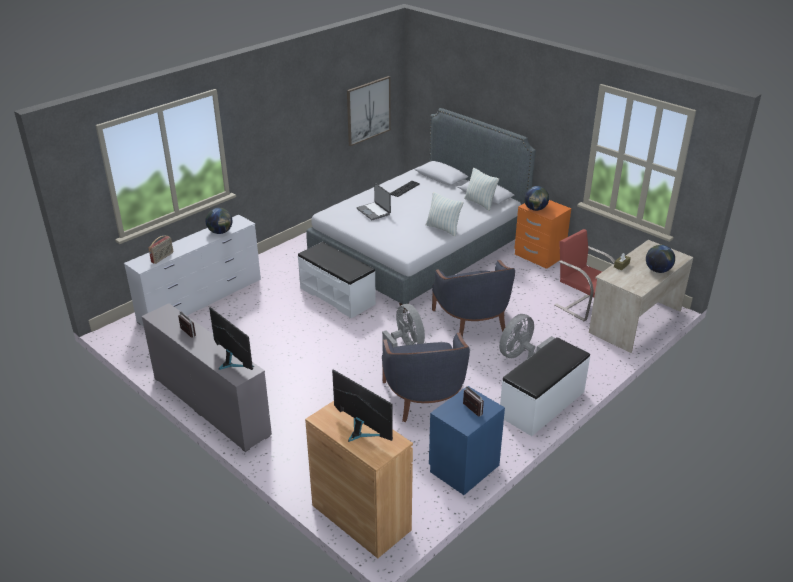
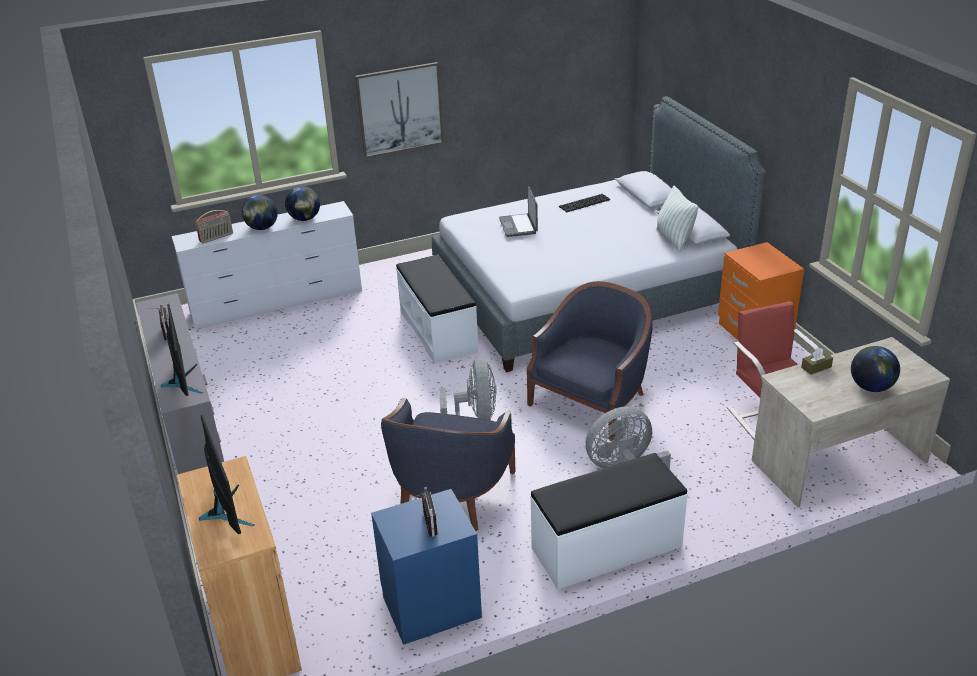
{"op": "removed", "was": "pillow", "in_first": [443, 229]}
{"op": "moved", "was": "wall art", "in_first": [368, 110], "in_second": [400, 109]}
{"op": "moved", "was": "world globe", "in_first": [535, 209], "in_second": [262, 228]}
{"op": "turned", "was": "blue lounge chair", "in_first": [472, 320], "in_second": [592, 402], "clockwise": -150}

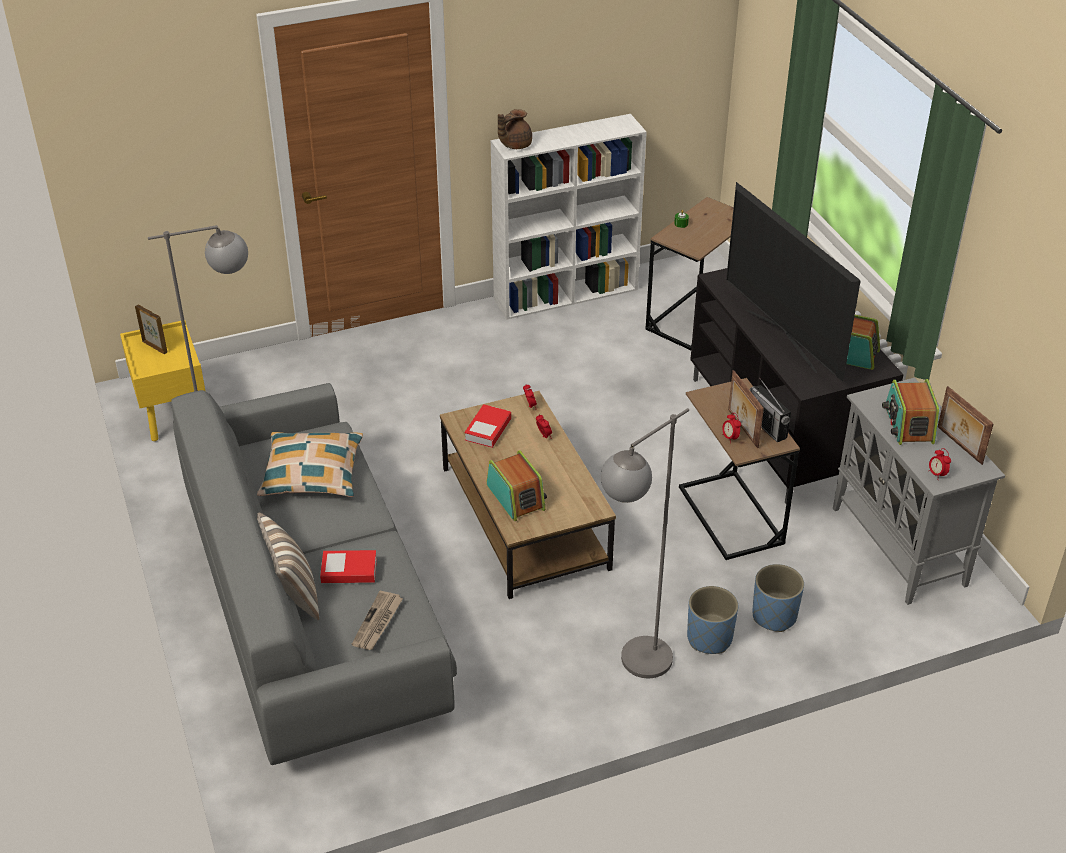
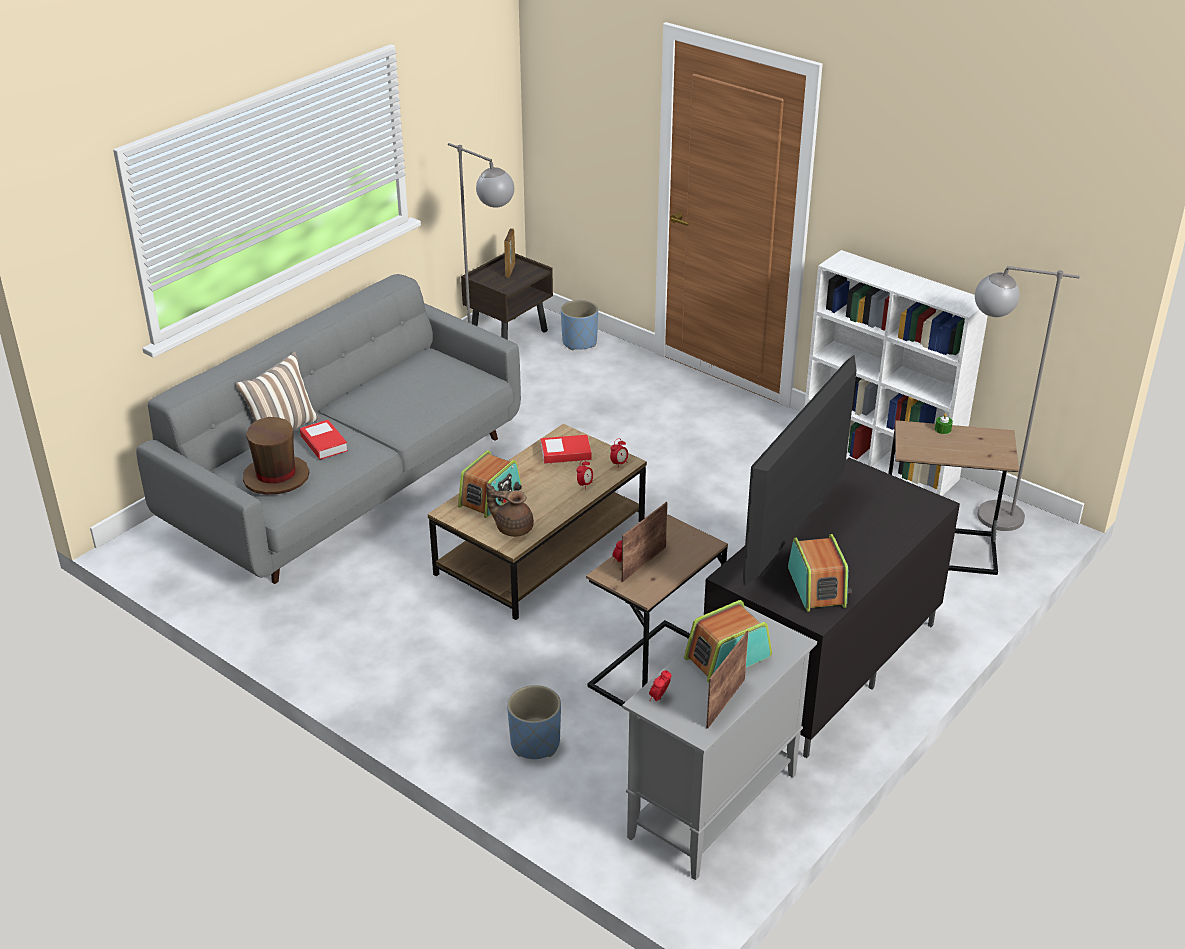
{"op": "removed", "was": "pillow", "in_first": [312, 473]}
{"op": "removed", "was": "radio", "in_first": [767, 426]}
{"op": "moved", "was": "brown-coloured tea pot", "in_first": [514, 145], "in_second": [513, 528]}
{"op": "moved", "was": "grey standing lamp", "in_first": [634, 668], "in_second": [983, 514]}
{"op": "moved", "was": "blue planter", "in_first": [709, 638], "in_second": [579, 342]}
{"op": "replaced", "was": "newspaper", "now": "brown-coloured wearable hat", "in_first": [377, 623], "in_second": [276, 477]}
{"op": "recoloured", "was": "yellow-coloured bedside table", "now": "brown-coloured bedside table", "in_first": [171, 413], "in_second": [509, 336]}

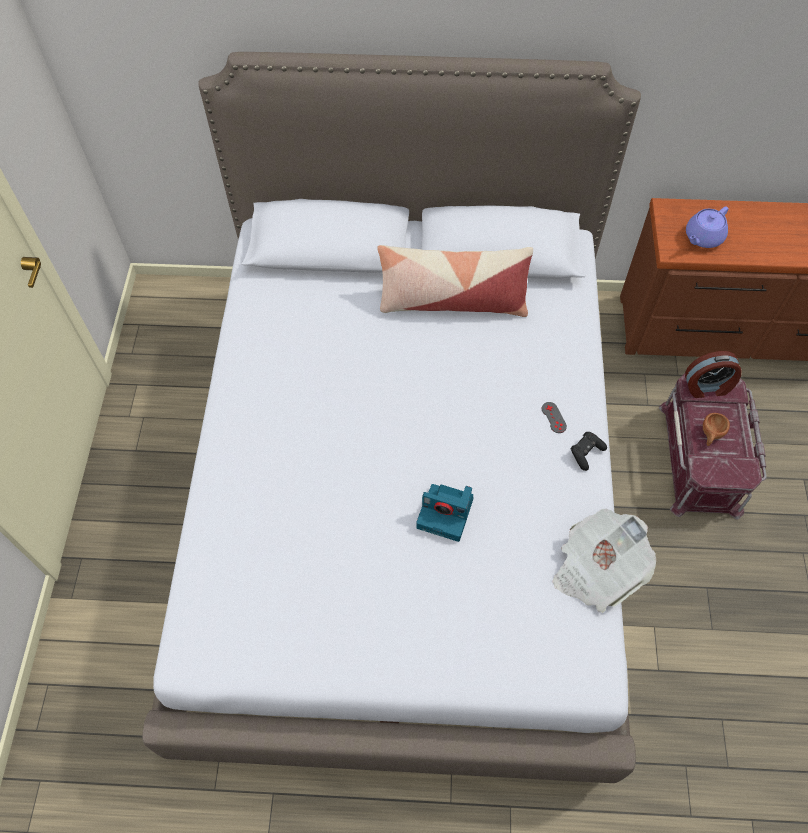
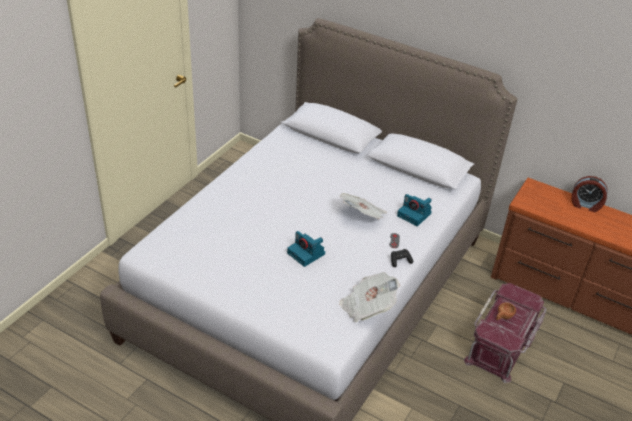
{"op": "removed", "was": "pillow", "in_first": [452, 301]}
{"op": "removed", "was": "purple-coloured tea pot", "in_first": [703, 237]}
{"op": "added", "now": "newspaper", "in_second": [363, 216]}
{"op": "added", "now": "still camera", "in_second": [415, 215]}
{"op": "moved", "was": "bedside clock", "in_first": [707, 387], "in_second": [585, 205]}

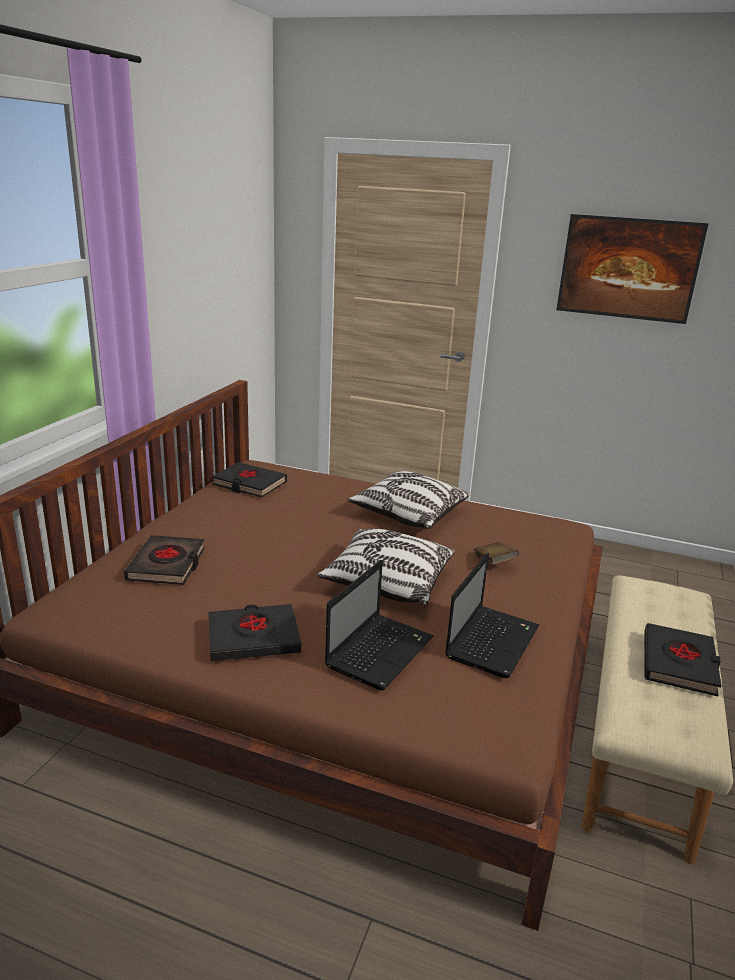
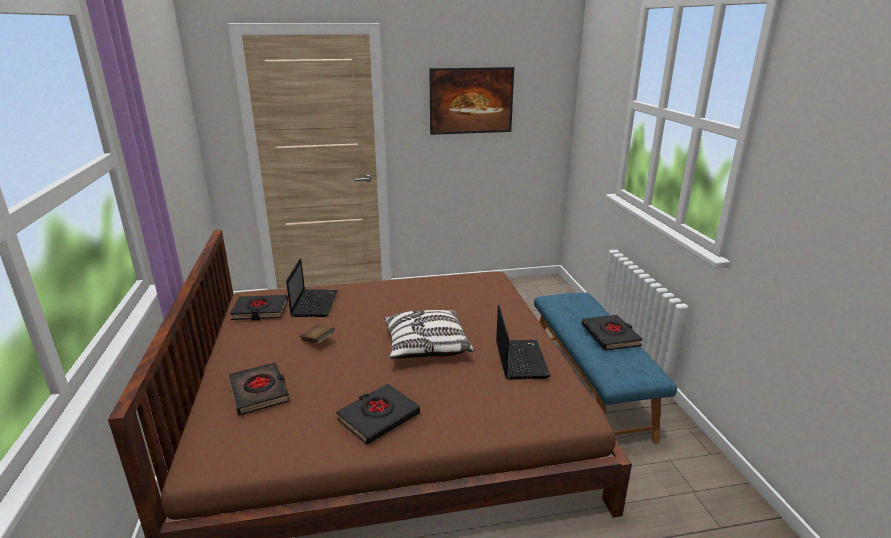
{"op": "removed", "was": "pillow", "in_first": [408, 514]}
{"op": "moved", "was": "notebook computer", "in_first": [380, 651], "in_second": [314, 303]}
{"op": "moved", "was": "brown-coloured book", "in_first": [494, 563], "in_second": [318, 341]}
{"op": "recoloured", "was": "sand-coloured indoor bench", "now": "blue indoor bench", "in_first": [639, 738], "in_second": [588, 388]}

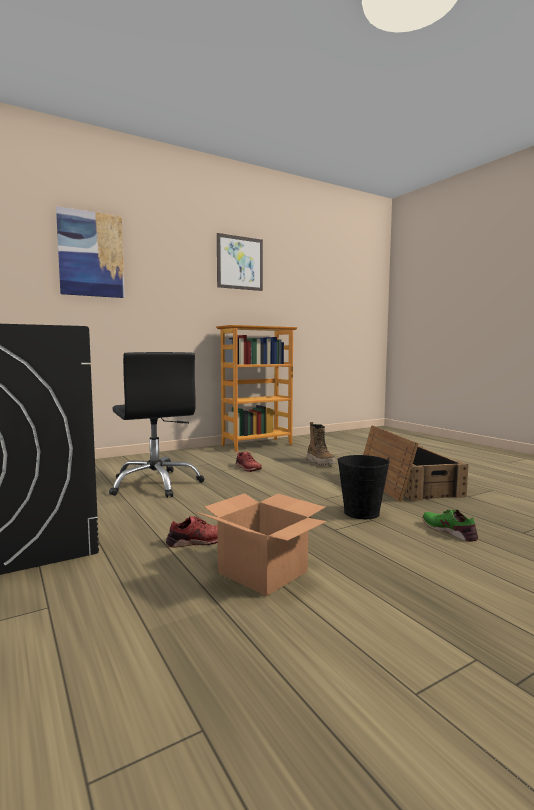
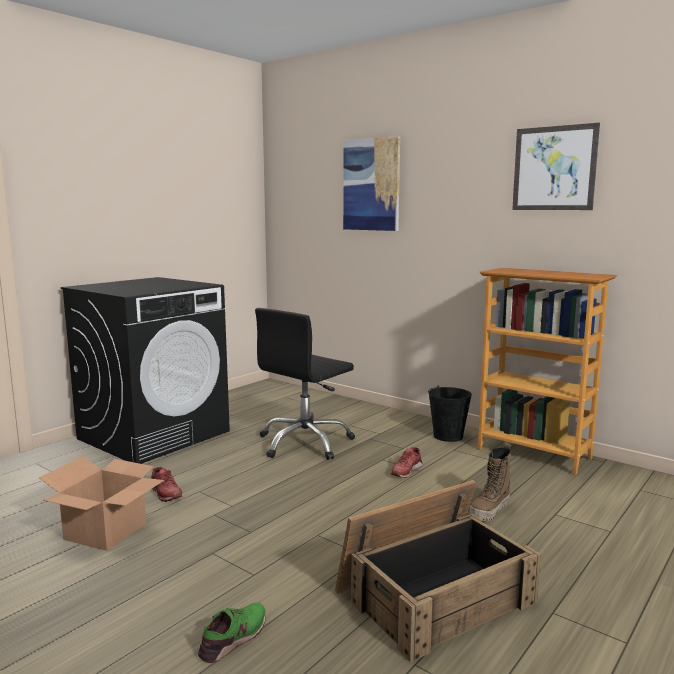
{"op": "moved", "was": "blackish water bucket", "in_first": [361, 512], "in_second": [448, 436]}

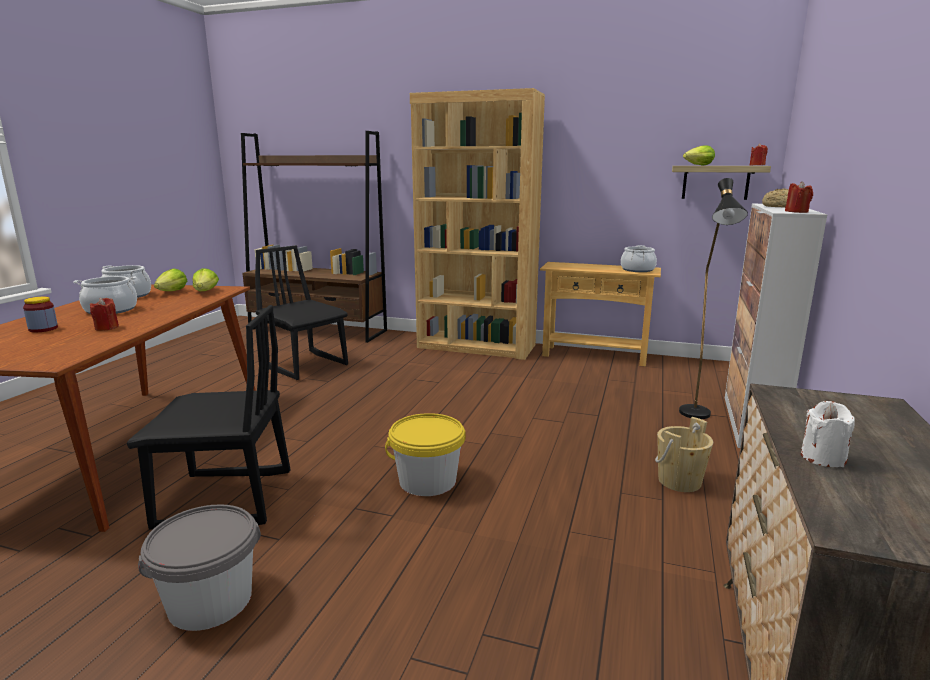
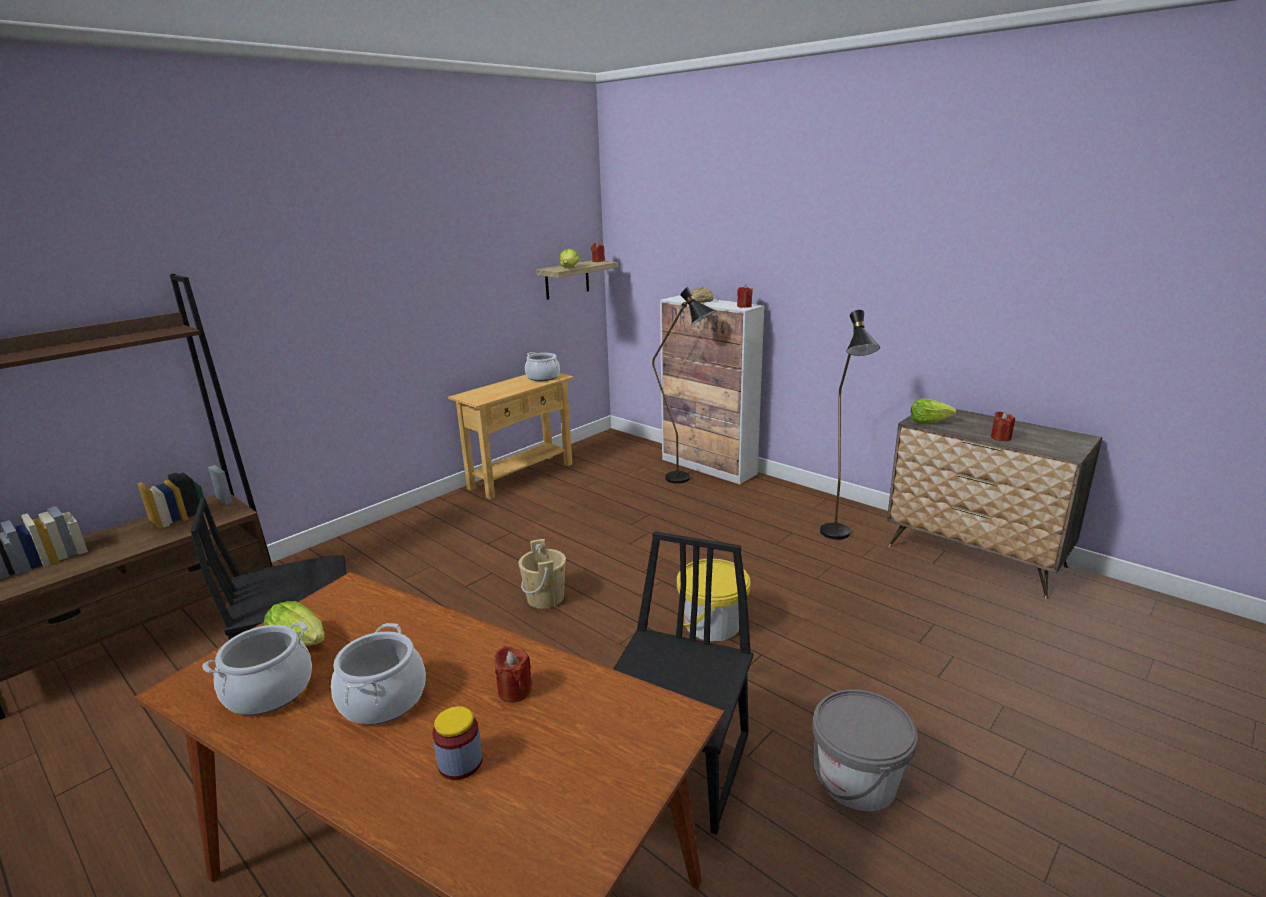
{"op": "removed", "was": "brown-coloured shelving unit", "in_first": [476, 346]}
{"op": "added", "now": "blackish standing lamp", "in_second": [838, 538]}
{"op": "moved", "was": "head of lettuce", "in_first": [206, 292], "in_second": [929, 422]}
{"op": "moved", "was": "sand-coloured water bucket", "in_first": [679, 481], "in_second": [545, 598]}
{"op": "recoloured", "was": "whitish wax light", "now": "reddish wax light", "in_first": [823, 458], "in_second": [1001, 438]}

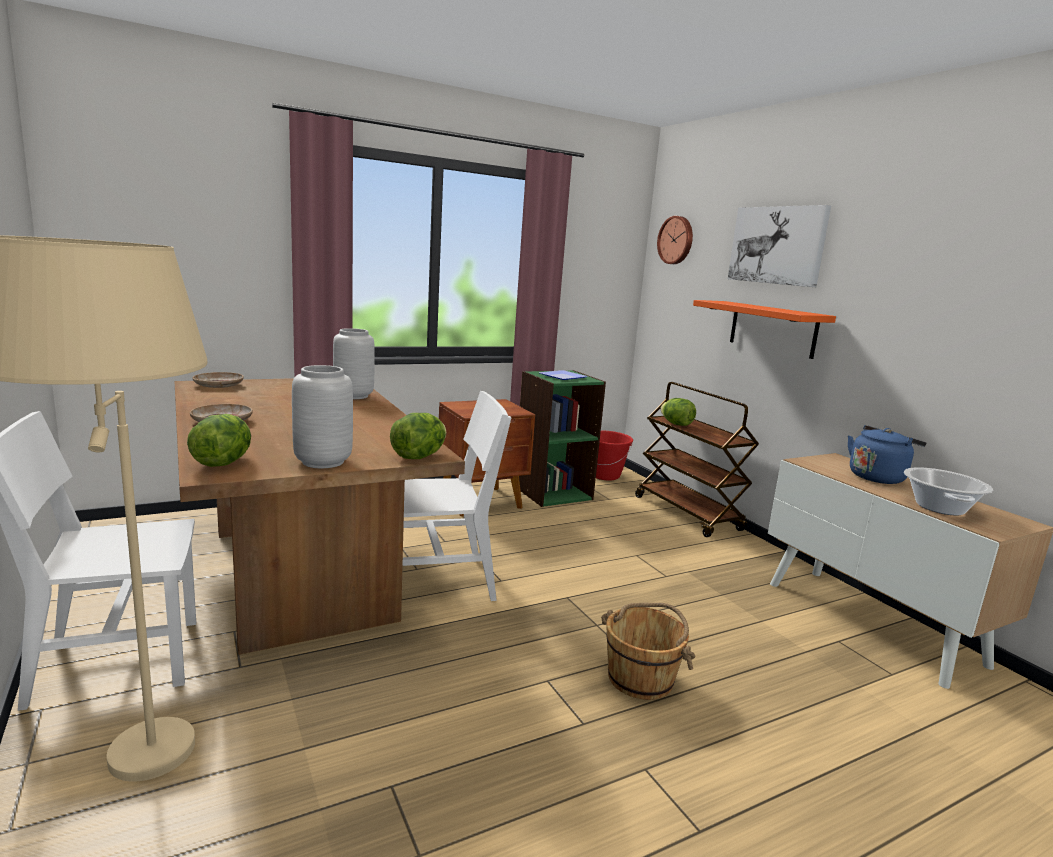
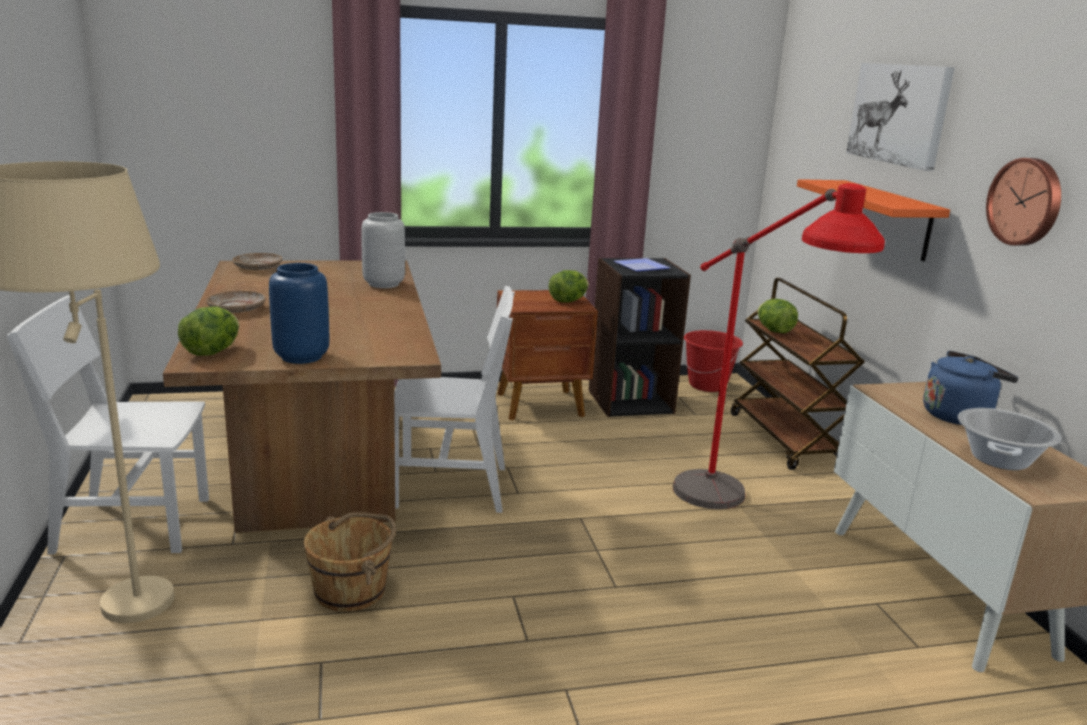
{"op": "added", "now": "reddish standing lamp", "in_second": [737, 516]}
{"op": "moved", "was": "head of lettuce", "in_first": [418, 456], "in_second": [568, 301]}
{"op": "moved", "was": "brown-coloured water bucket", "in_first": [641, 678], "in_second": [351, 590]}
{"op": "moved", "was": "clock on the wall", "in_first": [676, 240], "in_second": [1026, 202]}
{"op": "recoloured", "was": "grey vase", "now": "blue vase", "in_first": [324, 461], "in_second": [302, 356]}
{"op": "recoloured", "was": "green-coloured shelving unit", "now": "blackish shelving unit", "in_first": [552, 492], "in_second": [630, 401]}

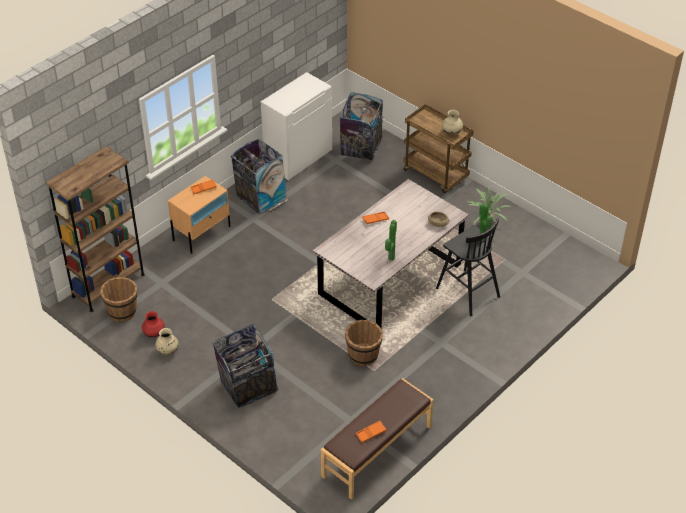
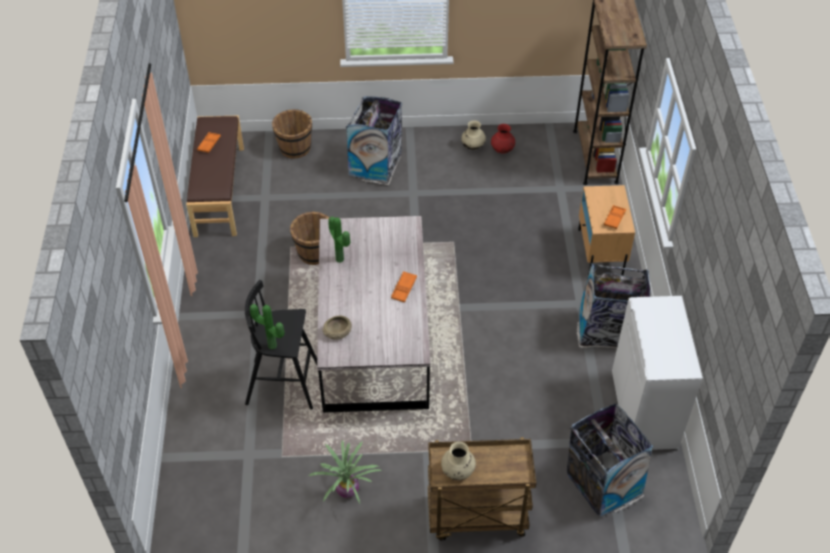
{"op": "moved", "was": "brown-coloured water bucket", "in_first": [122, 311], "in_second": [294, 148]}

